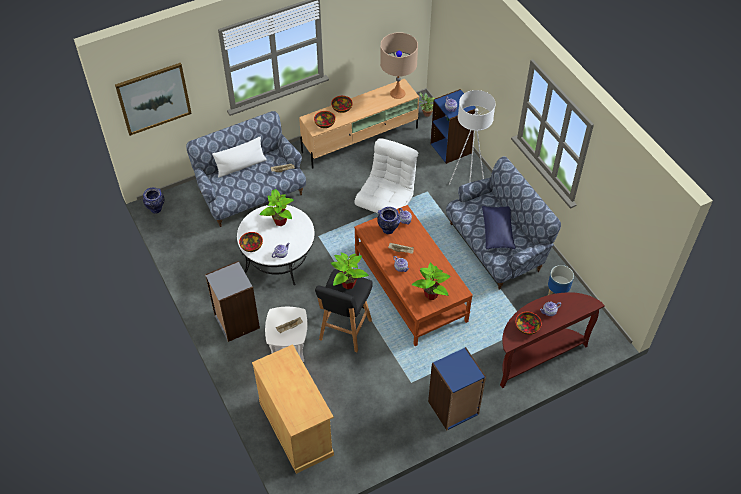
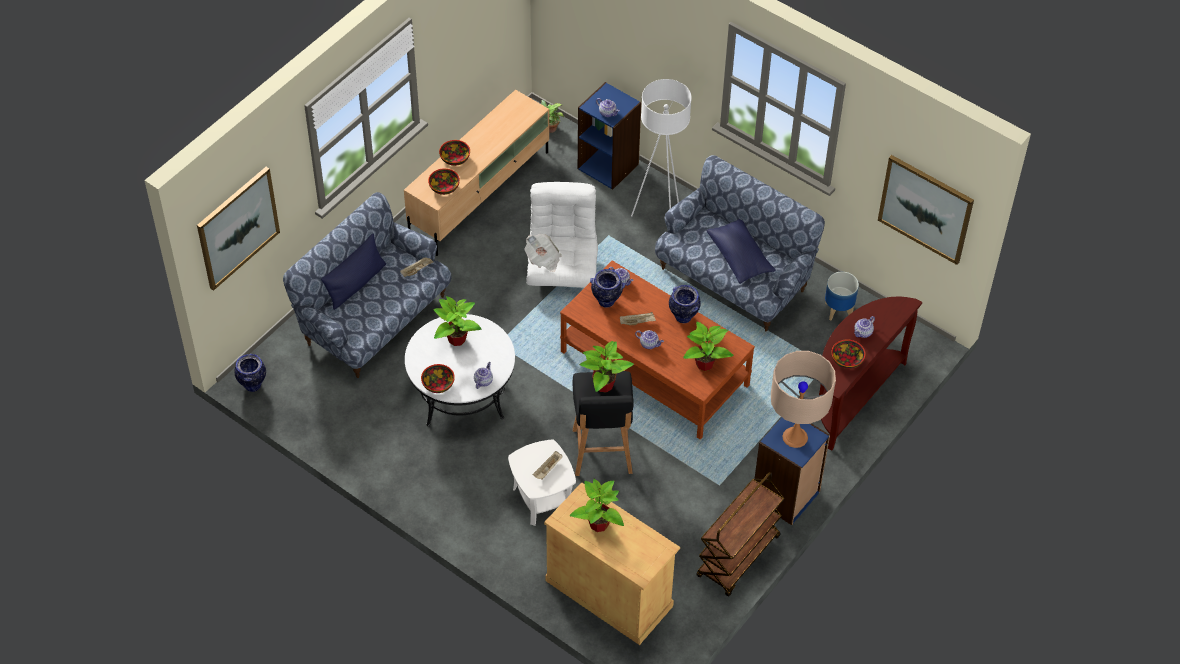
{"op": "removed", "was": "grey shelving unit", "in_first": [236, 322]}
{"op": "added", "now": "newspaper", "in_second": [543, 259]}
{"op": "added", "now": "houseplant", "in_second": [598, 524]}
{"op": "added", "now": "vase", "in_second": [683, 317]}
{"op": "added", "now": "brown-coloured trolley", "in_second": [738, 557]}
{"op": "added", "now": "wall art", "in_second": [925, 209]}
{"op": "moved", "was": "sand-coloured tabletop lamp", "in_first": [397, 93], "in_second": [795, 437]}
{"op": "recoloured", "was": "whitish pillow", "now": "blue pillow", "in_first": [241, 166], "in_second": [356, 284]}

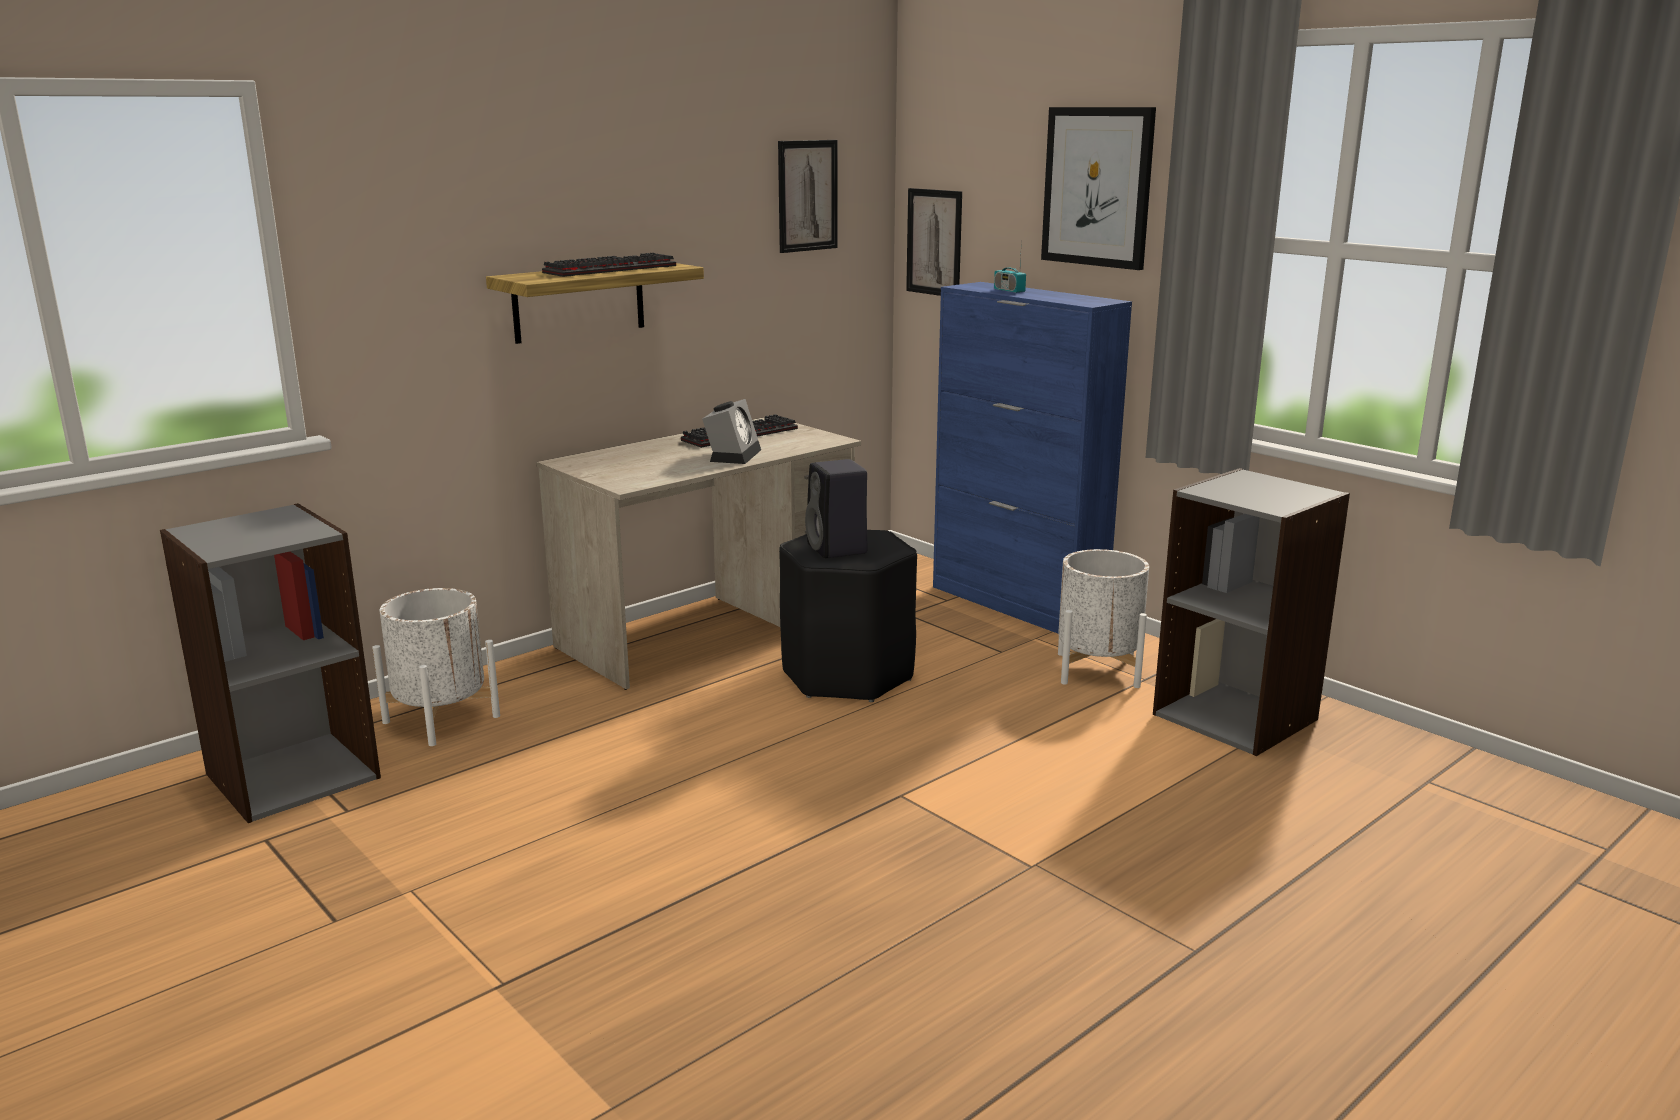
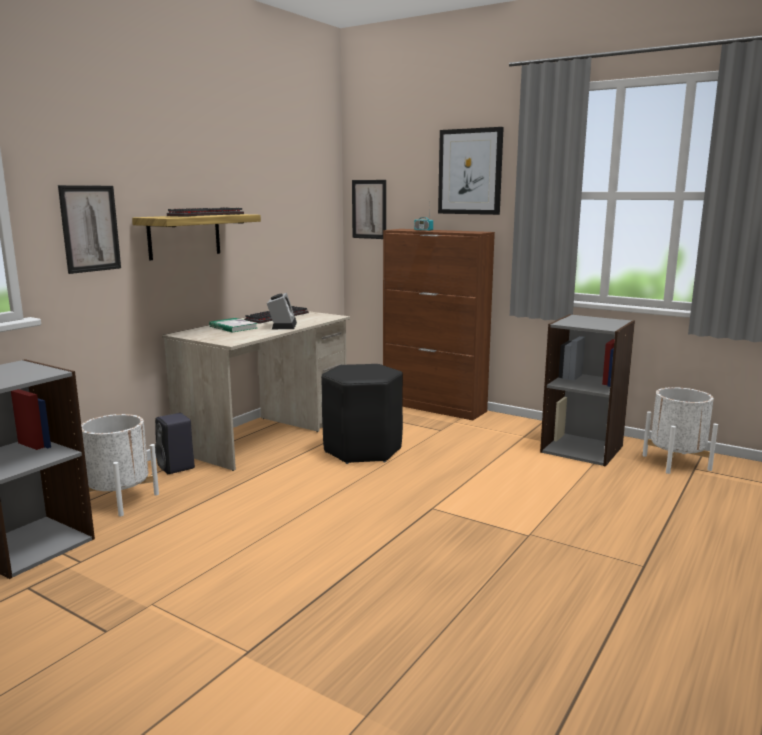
{"op": "added", "now": "book", "in_second": [233, 327]}
{"op": "moved", "was": "wall art", "in_first": [807, 196], "in_second": [90, 228]}
{"op": "moved", "was": "blackish speaker", "in_first": [838, 549], "in_second": [177, 467]}
{"op": "moved", "was": "whitish planter", "in_first": [1097, 670], "in_second": [676, 462]}
{"op": "recoloured", "was": "blue cabinet", "now": "brown-coloured cabinet", "in_first": [1017, 605], "in_second": [434, 407]}

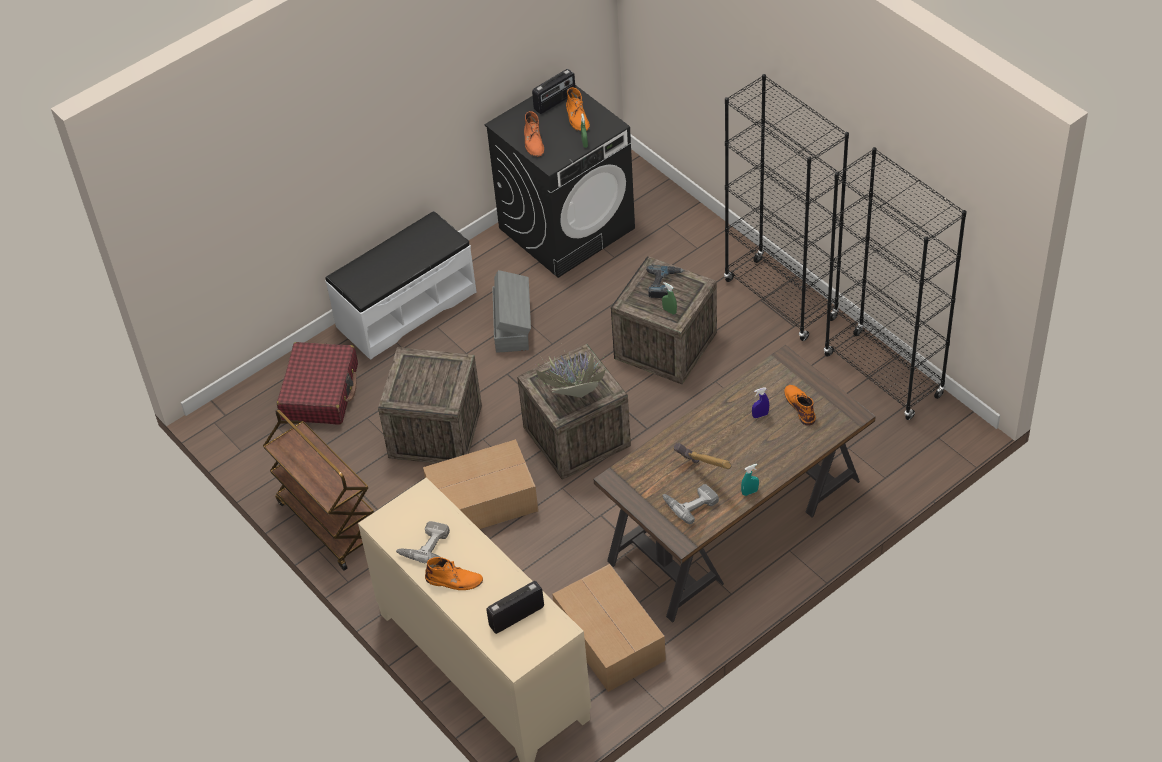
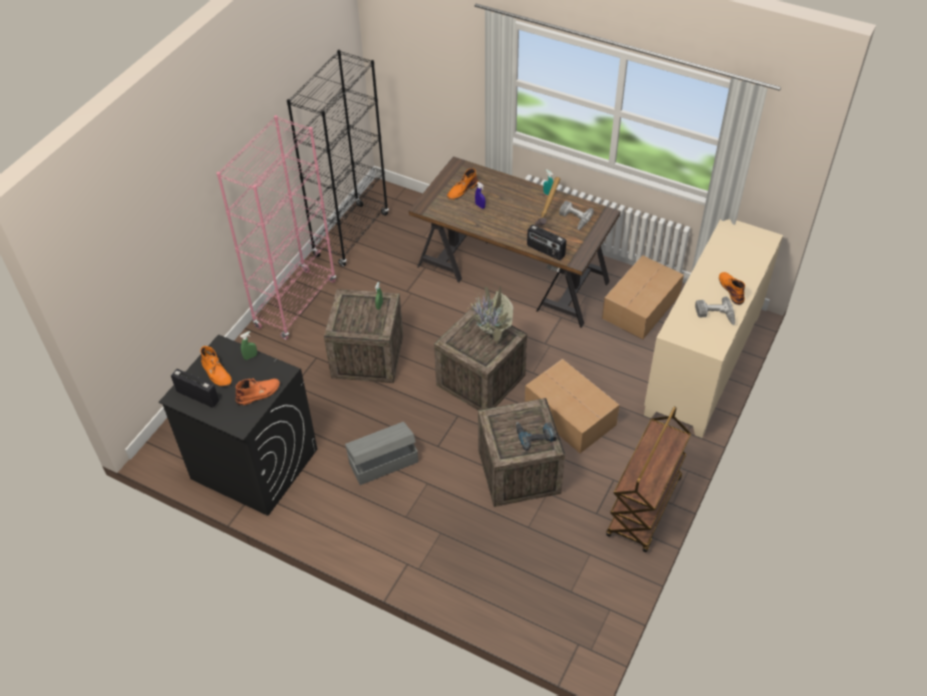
{"op": "removed", "was": "reddish suitcase", "in_first": [320, 392]}
{"op": "removed", "was": "whitish indoor bench", "in_first": [406, 309]}
{"op": "moved", "was": "radio", "in_first": [516, 616], "in_second": [545, 251]}
{"op": "moved", "was": "electric drill", "in_first": [664, 284], "in_second": [535, 435]}
{"op": "recoloured", "was": "blackish shelving unit", "now": "pink-coloured shelving unit", "in_first": [781, 300], "in_second": [296, 304]}
{"op": "turned", "was": "orange tall boot", "in_first": [577, 117], "in_second": [216, 372], "clockwise": 90}

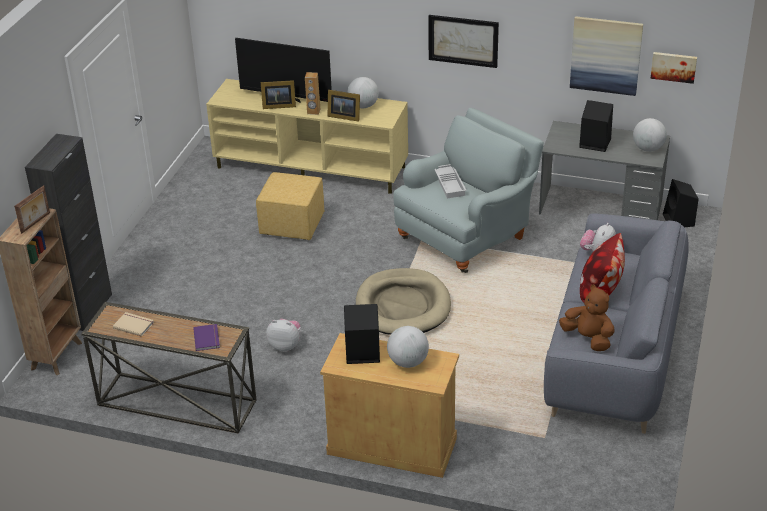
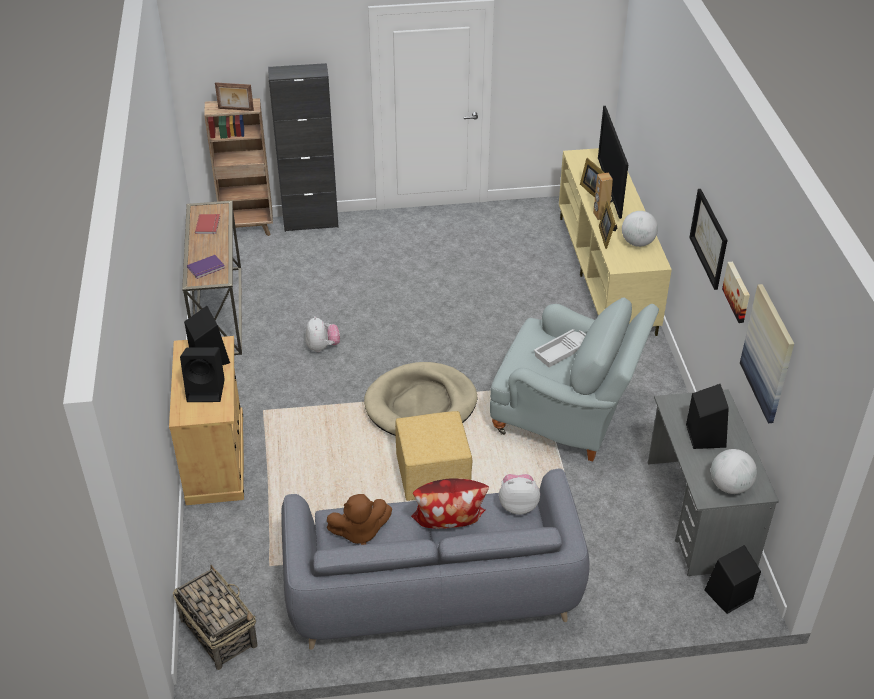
{"op": "added", "now": "storage basket", "in_second": [218, 632]}
{"op": "moved", "was": "yellow-coloured pouffe", "in_first": [293, 225], "in_second": [434, 476]}
{"op": "moved", "was": "wall art", "in_first": [673, 66], "in_second": [738, 291]}
{"op": "replaced", "was": "world globe", "now": "blackish speaker", "in_first": [408, 362], "in_second": [207, 390]}
{"op": "recoloured", "was": "sand-coloured book", "now": "reddish book", "in_first": [134, 325], "in_second": [208, 225]}
{"op": "turned", "was": "brown-coloured soft toy", "in_first": [588, 338], "in_second": [359, 532], "clockwise": 60}

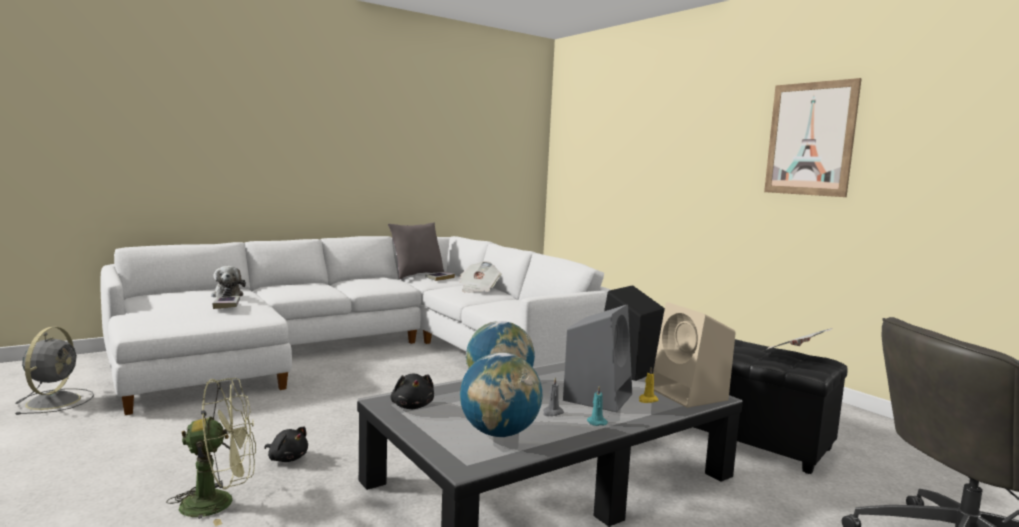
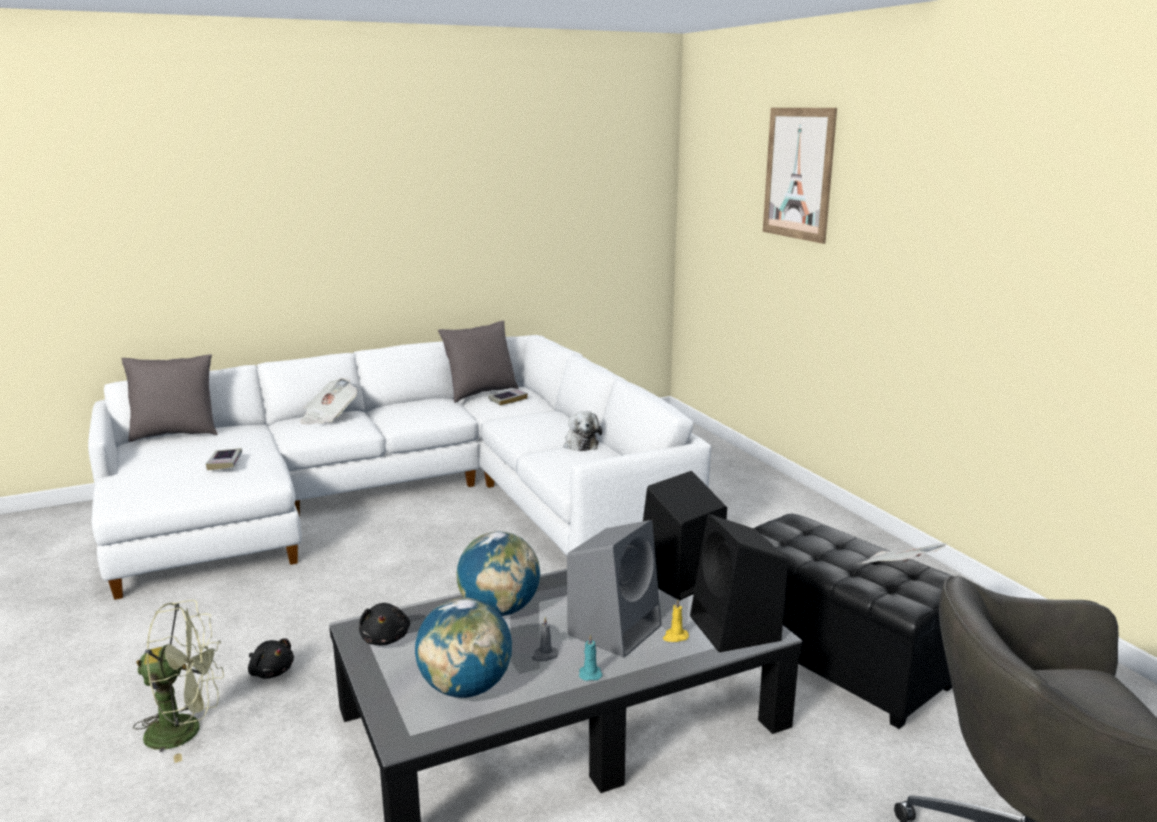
{"op": "removed", "was": "grey fan", "in_first": [55, 400]}
{"op": "added", "now": "grey pillow", "in_second": [175, 434]}
{"op": "moved", "was": "soft toy", "in_first": [227, 295], "in_second": [580, 444]}
{"op": "moved", "was": "newspaper", "in_first": [478, 289], "in_second": [328, 417]}
{"op": "moved", "was": "wall art", "in_first": [810, 139], "in_second": [798, 173]}
{"op": "recoloured", "was": "sand-coloured speaker", "now": "blackish speaker", "in_first": [690, 395], "in_second": [736, 629]}

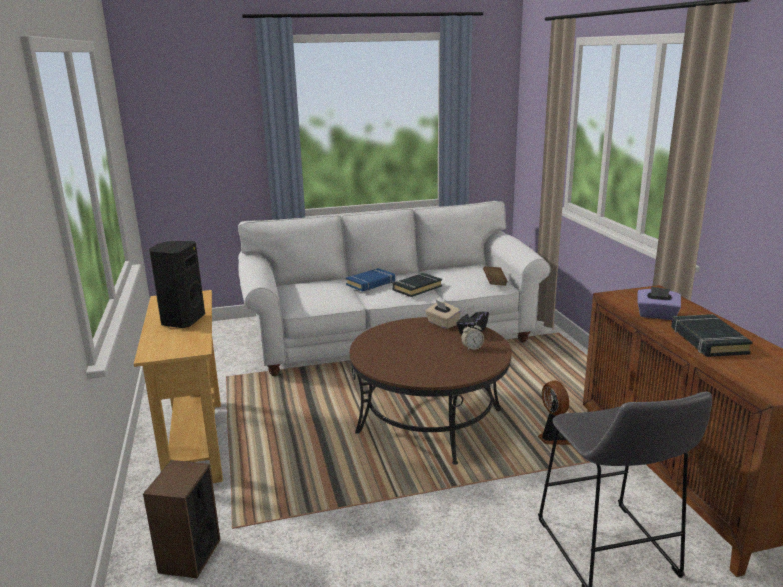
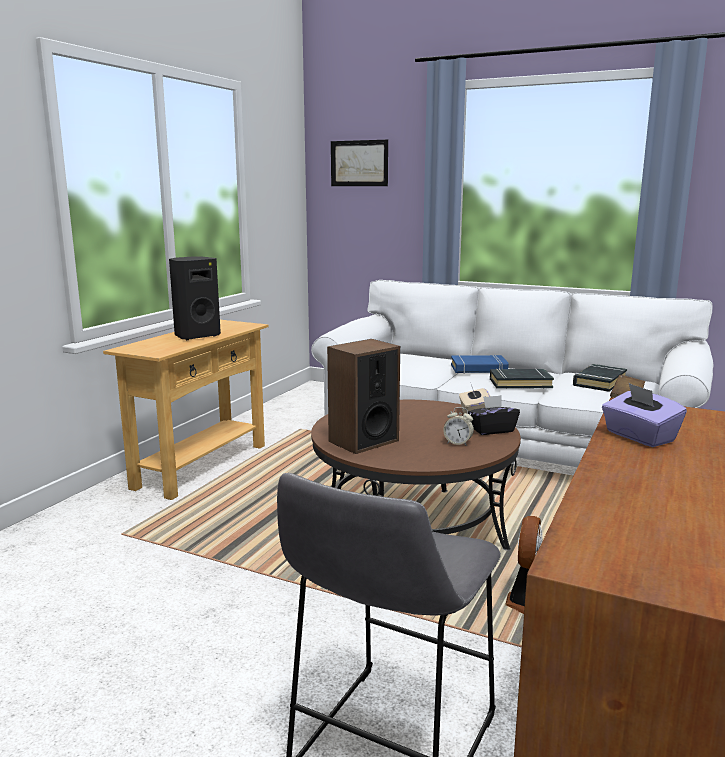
{"op": "added", "now": "wall art", "in_second": [359, 163]}
{"op": "moved", "was": "speaker", "in_first": [189, 556], "in_second": [363, 441]}
{"op": "moved", "was": "blackish book", "in_first": [707, 340], "in_second": [599, 382]}

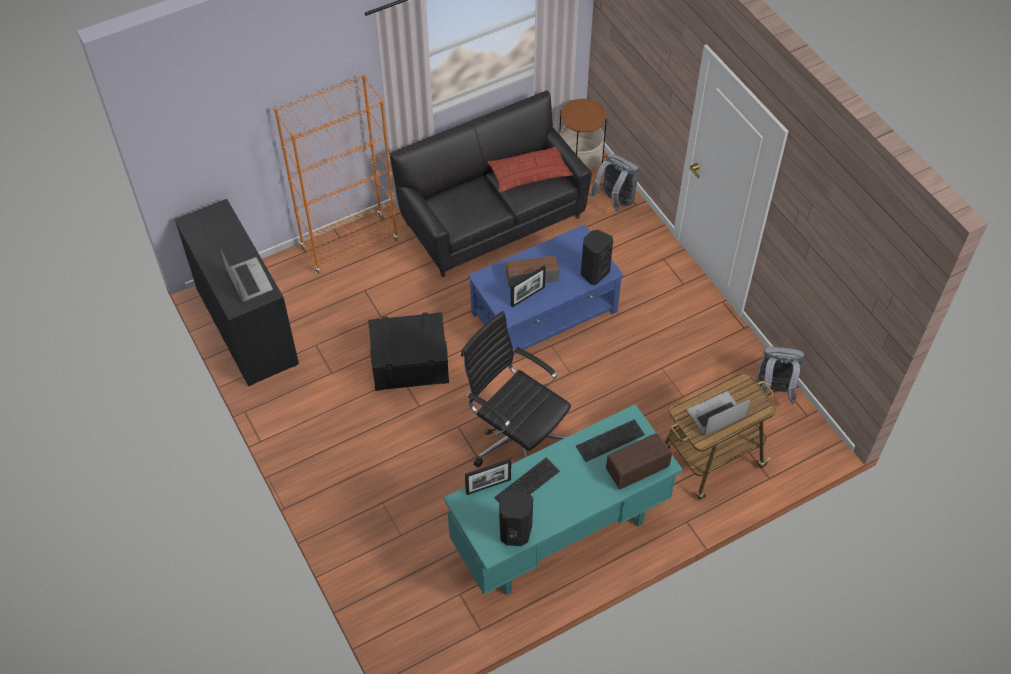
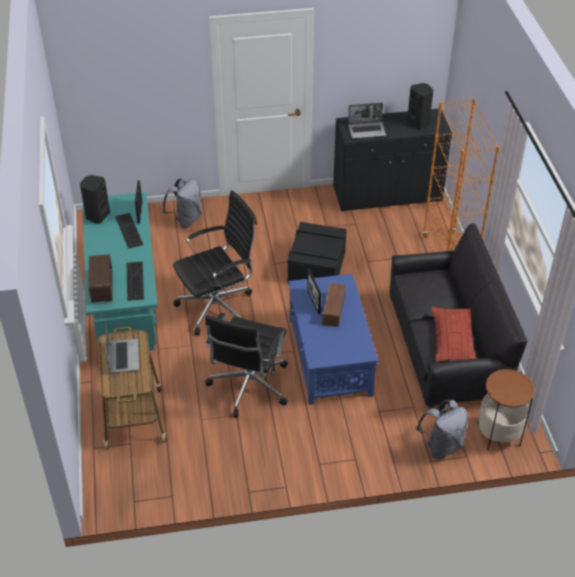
{"op": "added", "now": "blackish desk chair", "in_second": [248, 387]}
{"op": "moved", "was": "blackish speaker", "in_first": [594, 273], "in_second": [419, 122]}
{"op": "moved", "was": "grey rucksack", "in_first": [773, 390], "in_second": [186, 219]}

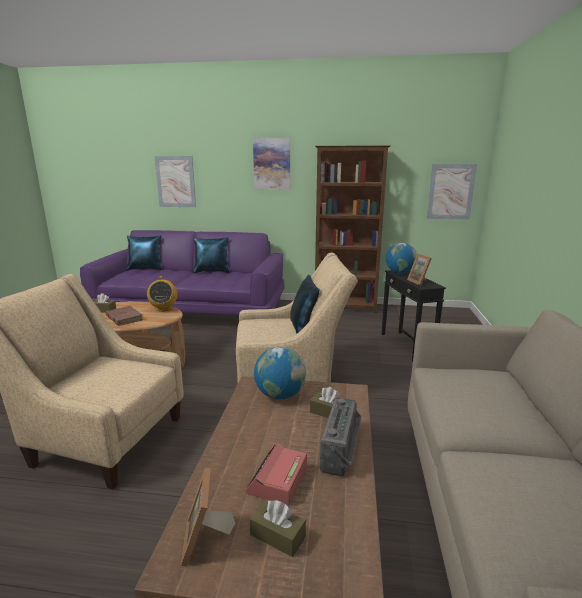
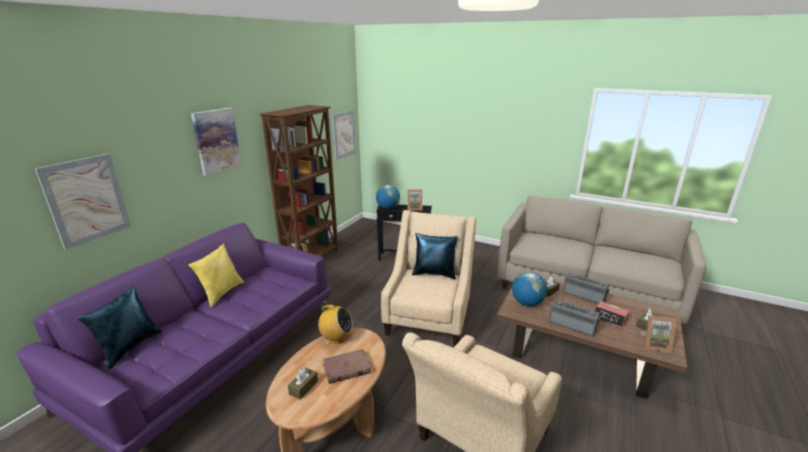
{"op": "added", "now": "radio", "in_second": [572, 324]}
{"op": "recoloured", "was": "blue pillow", "now": "yellow-coloured pillow", "in_first": [212, 271], "in_second": [221, 293]}

